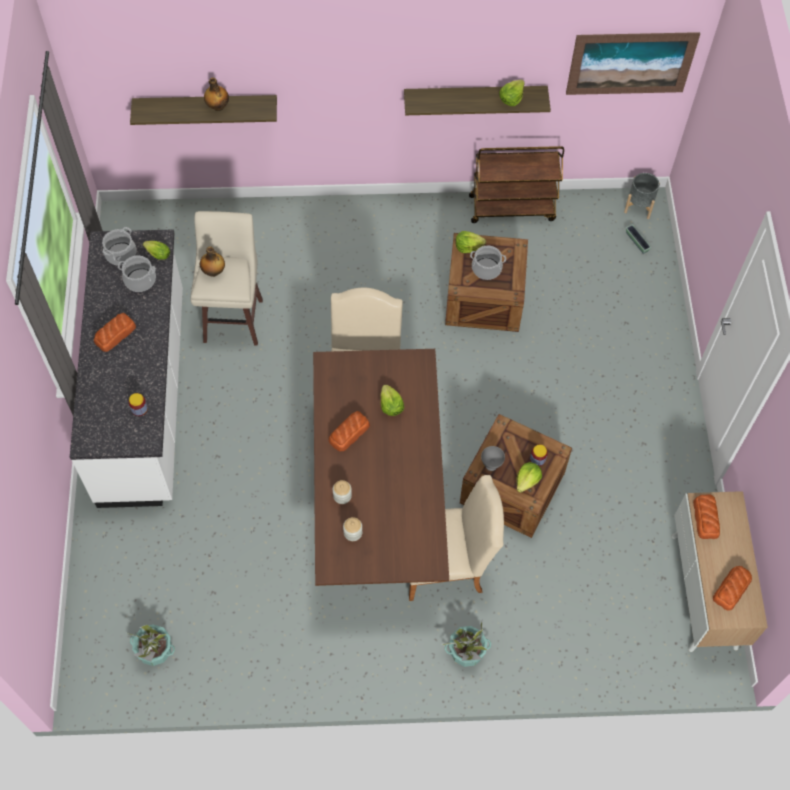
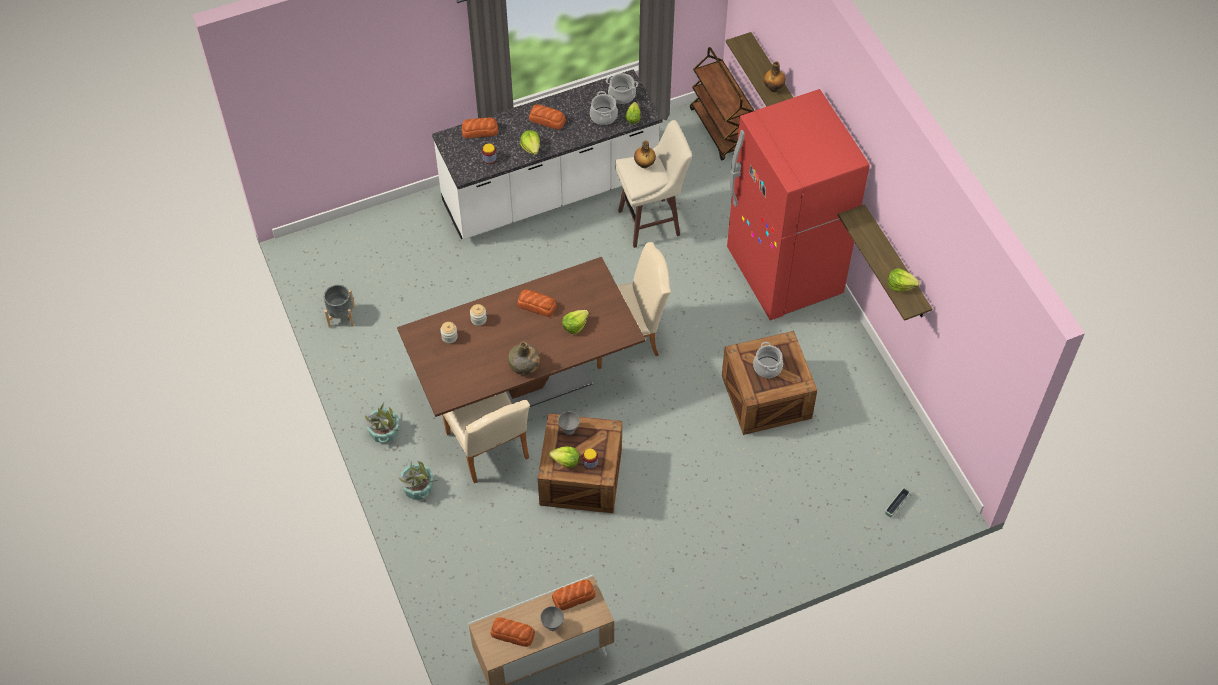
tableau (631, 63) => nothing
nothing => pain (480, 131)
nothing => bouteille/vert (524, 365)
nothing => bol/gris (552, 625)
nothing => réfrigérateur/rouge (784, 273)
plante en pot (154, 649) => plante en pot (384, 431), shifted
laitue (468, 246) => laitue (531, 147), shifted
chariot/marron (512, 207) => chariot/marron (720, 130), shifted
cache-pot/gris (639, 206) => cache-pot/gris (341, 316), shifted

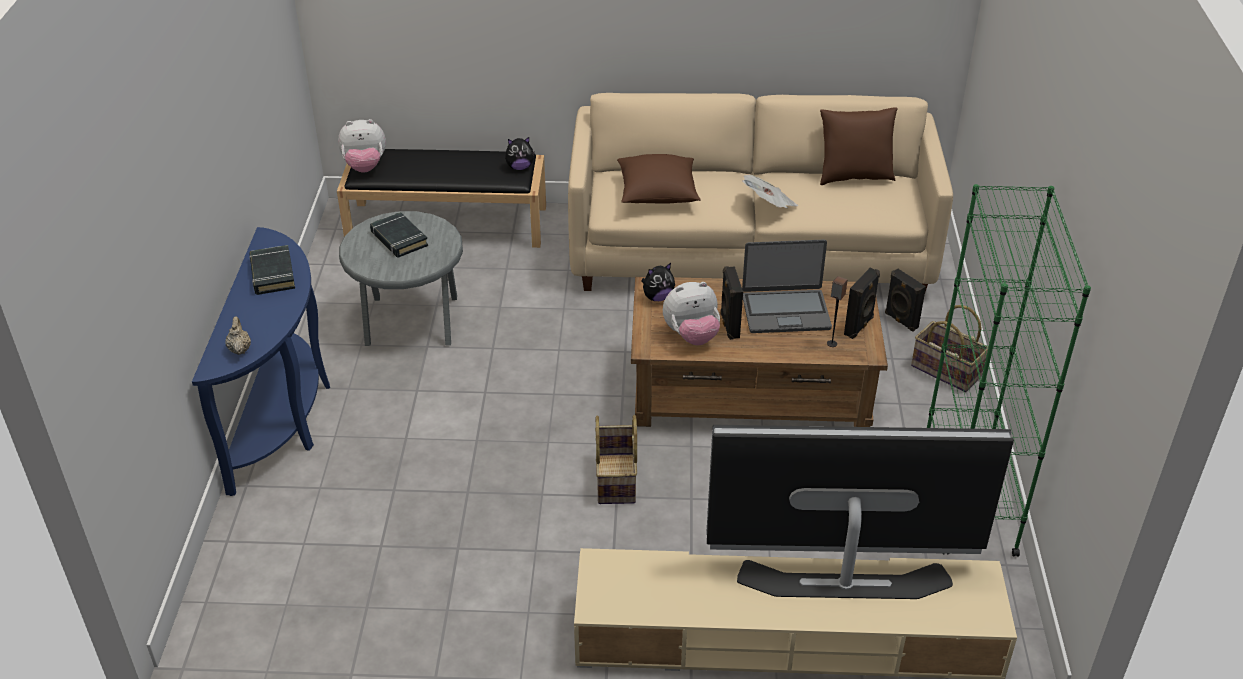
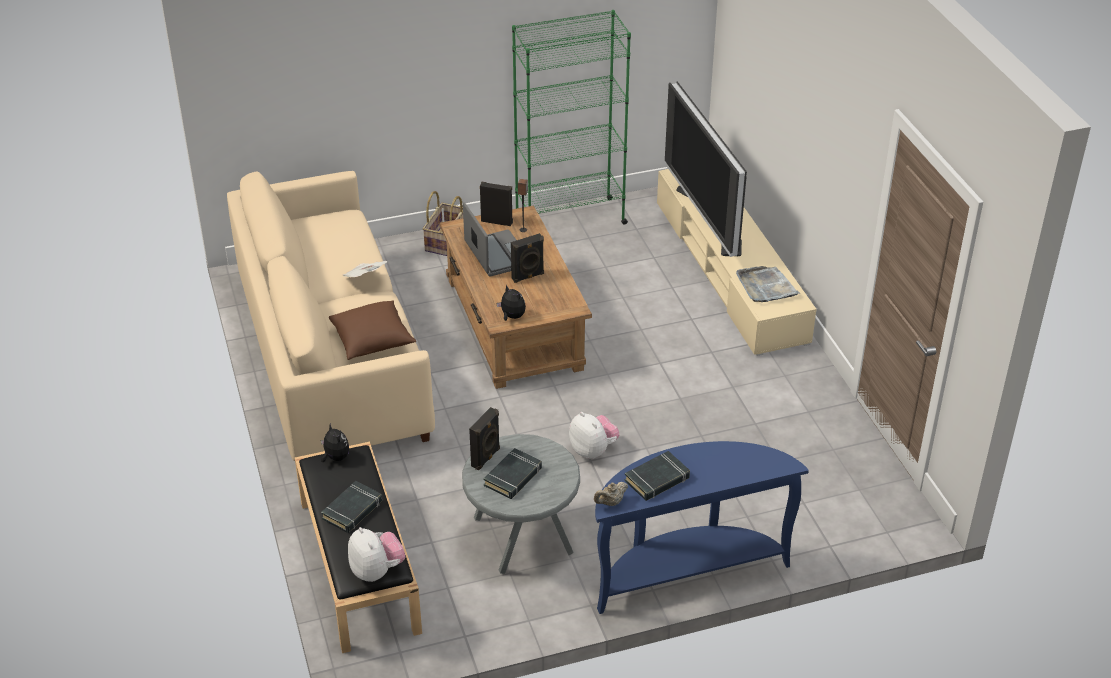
panier (617, 479) => nothing
coussin/marron (854, 177) => nothing
nothing => livre/noir (352, 510)
nothing => plateau/gris (766, 286)
théière/beige (240, 349) => théière/beige (610, 502), shifted
peluche (691, 336) => peluche (593, 450), shifted
enceinte/noir (900, 321) => enceinte/noir (486, 458), shifted

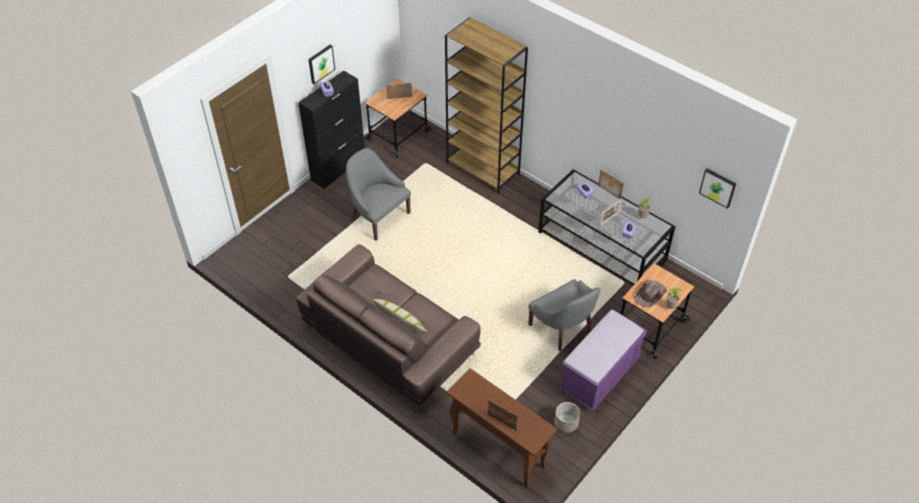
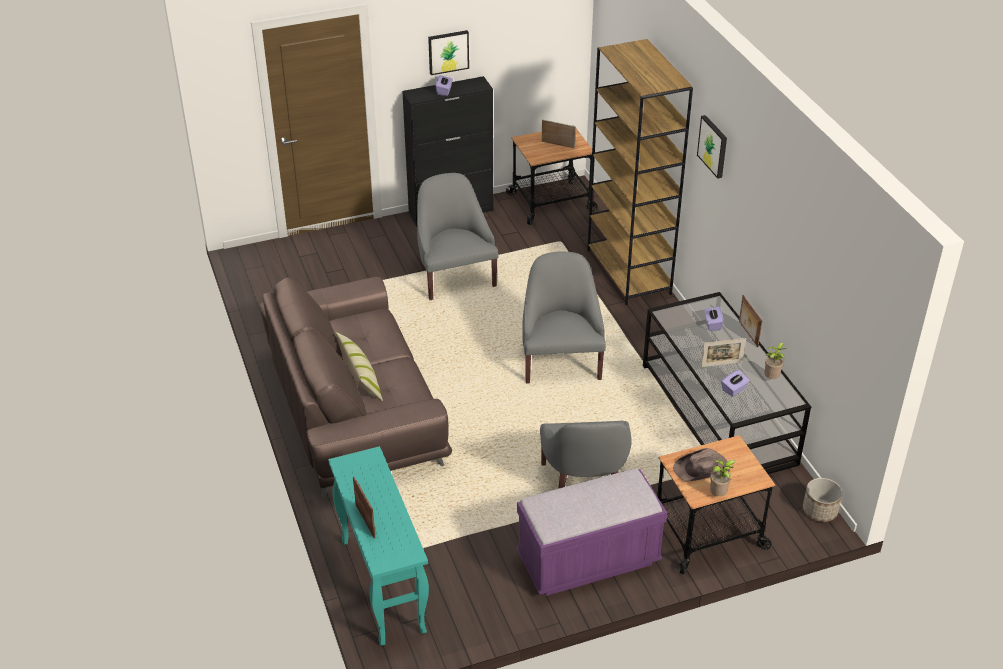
nothing => fauteuil/gris (560, 361)
cache-pot (566, 423) => cache-pot (819, 511), shifted
tableau (718, 187) => tableau (713, 146), shifted
table console/marron (497, 449) => table console/turquoise (382, 585)

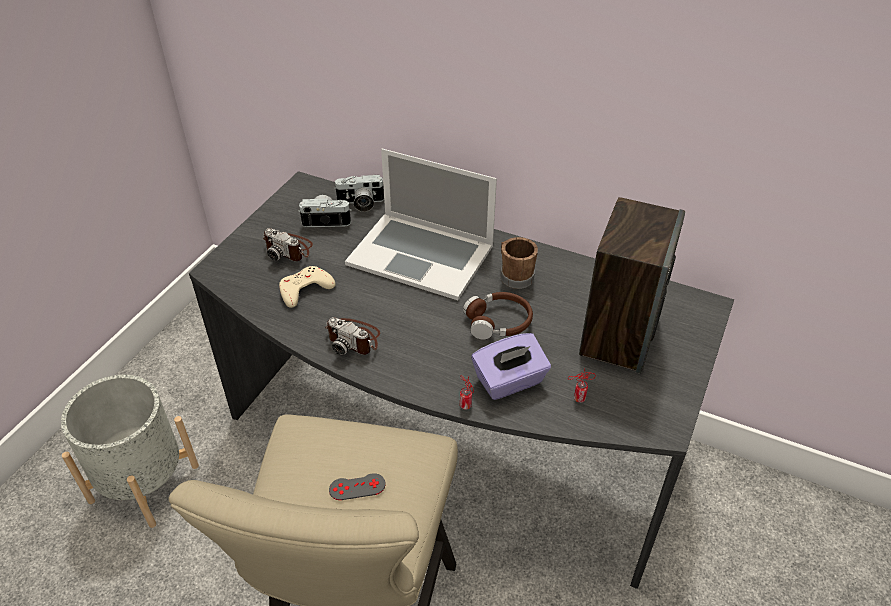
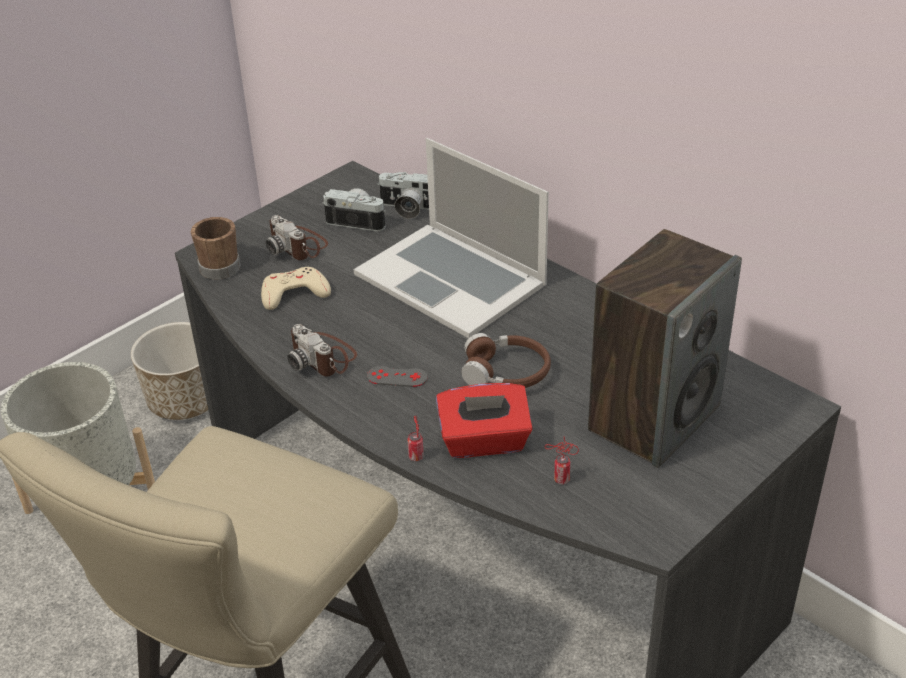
nothing => cache-pot (185, 400)
manette/gris (357, 487) => manette/gris (397, 377), shifted
mug/marron (514, 275) => mug/marron (219, 265), shifted
boîte à mouchoirs/violet (510, 381) => boîte à mouchoirs/rouge (484, 442)

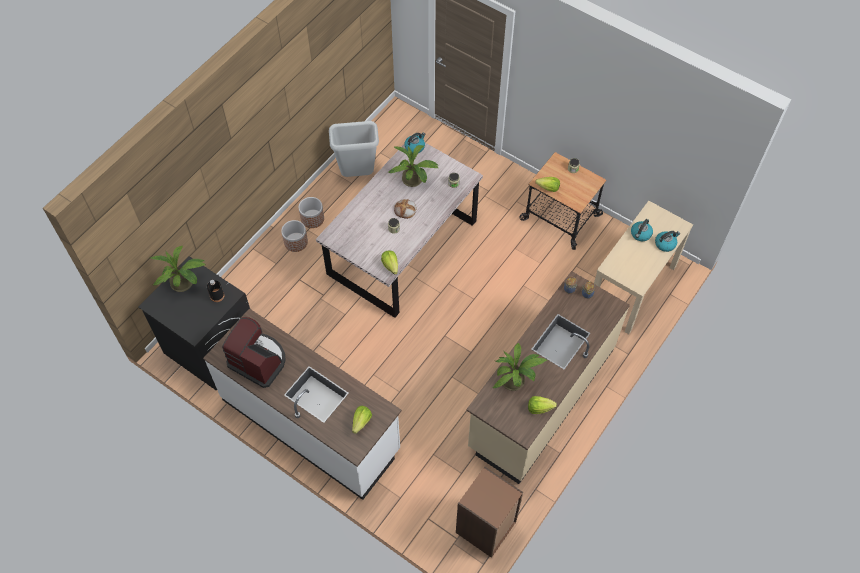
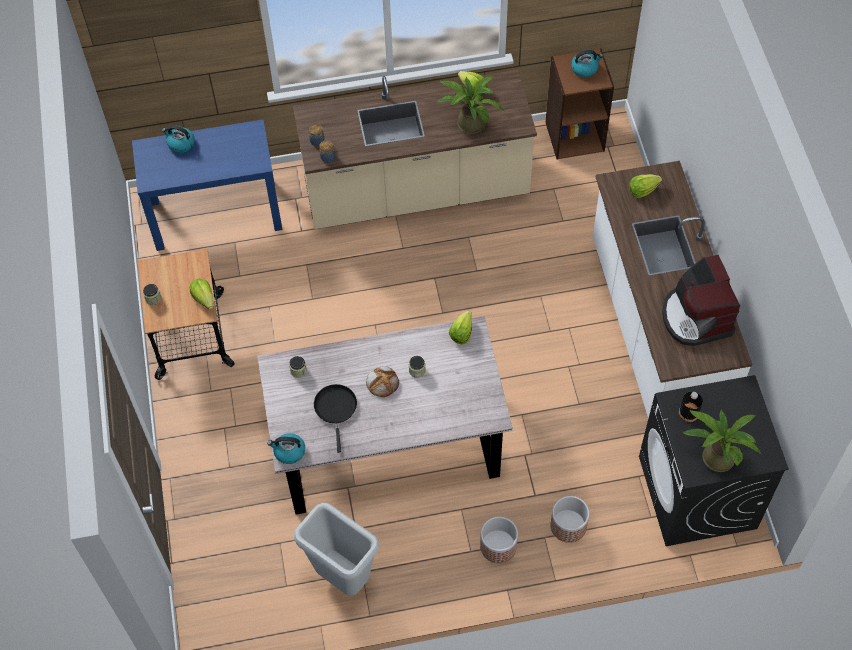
cache-pot (312, 219) => cache-pot (568, 526), shifted
bouilloire (640, 234) => bouilloire (585, 68), shifted
plante en pot (414, 181) => poêle/noir (336, 409)
table console/beige (632, 288) => table console/bleu (216, 214)

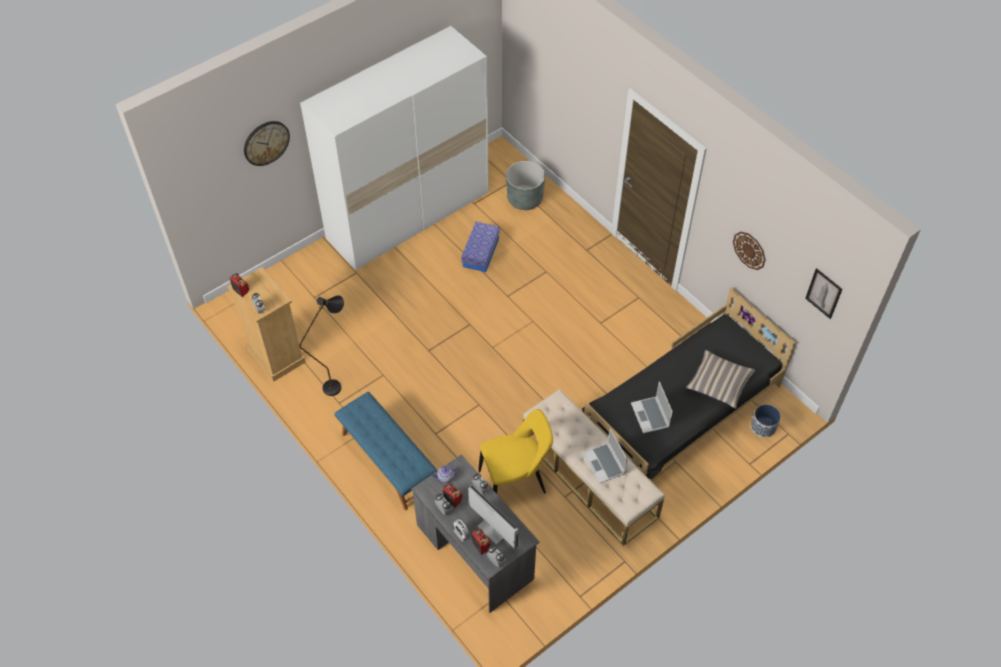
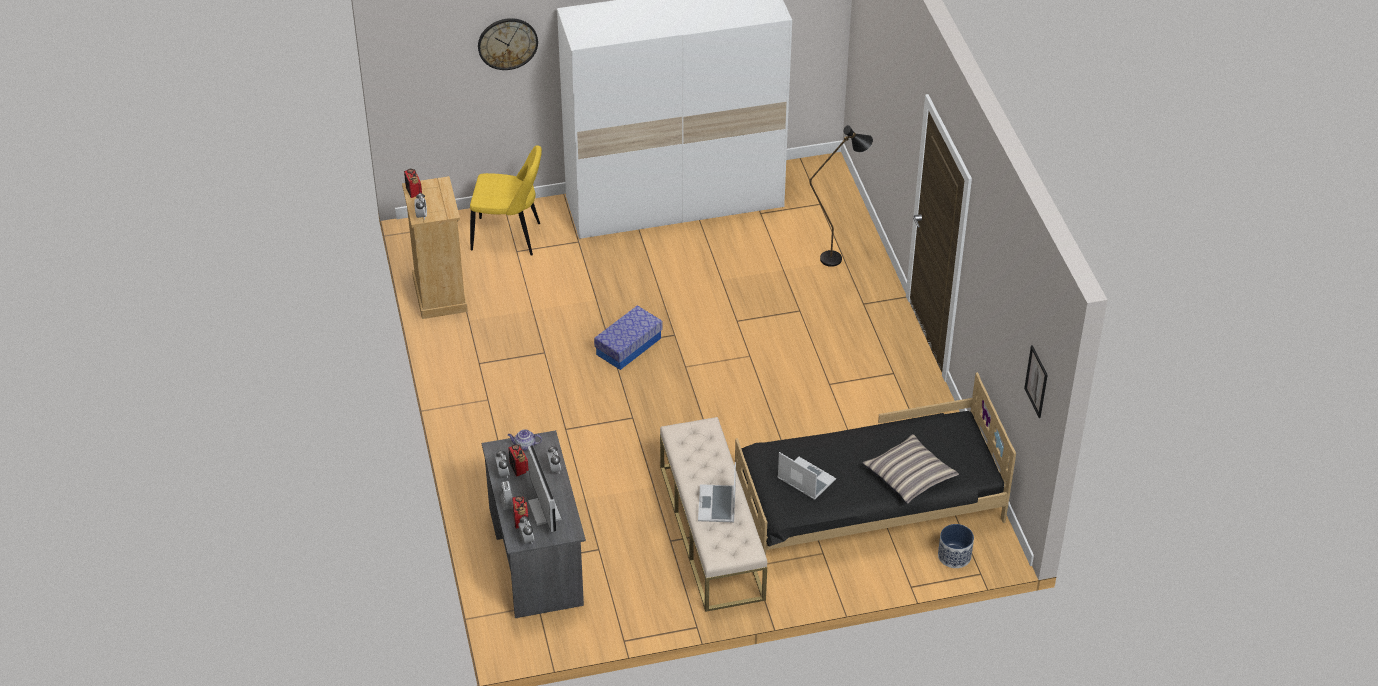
banc/bleu (387, 461) => nothing
cache-pot/gris (525, 199) => nothing
horloge murale (749, 250) => nothing
lampadaire/noir (338, 384) => lampadaire/noir (839, 258), shifted
boîte de rangement (480, 252) => boîte de rangement (628, 346), shifted
chaise/jaune (515, 481) => chaise/jaune (509, 237), shifted
ordinateur portable (650, 416) => ordinateur portable (805, 479), 120 degrees clockwise

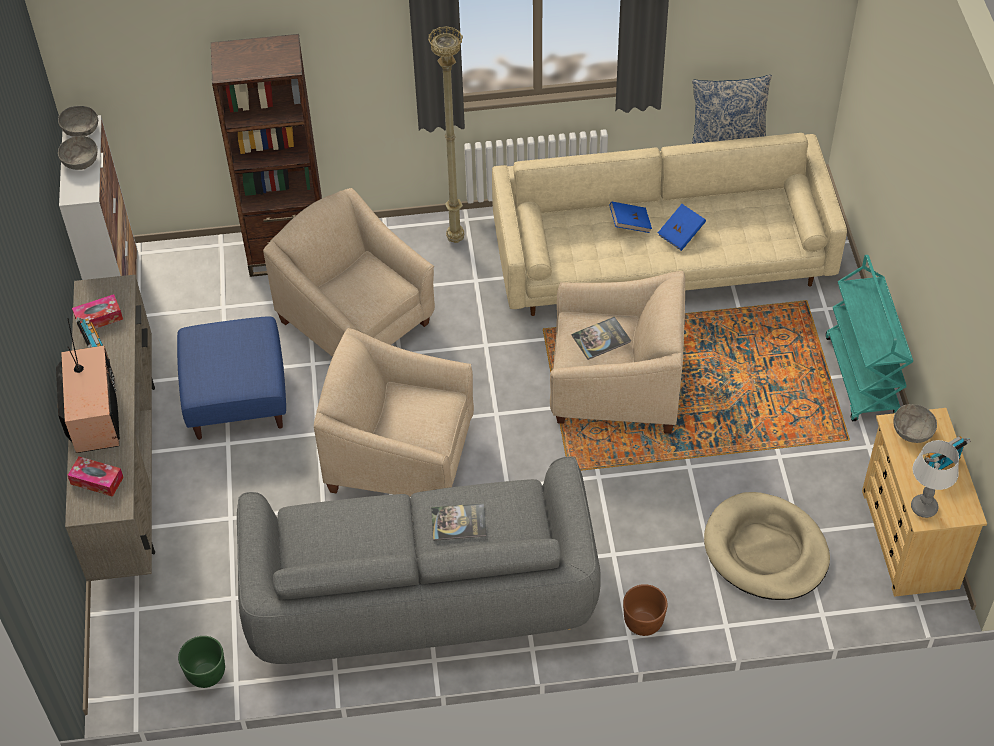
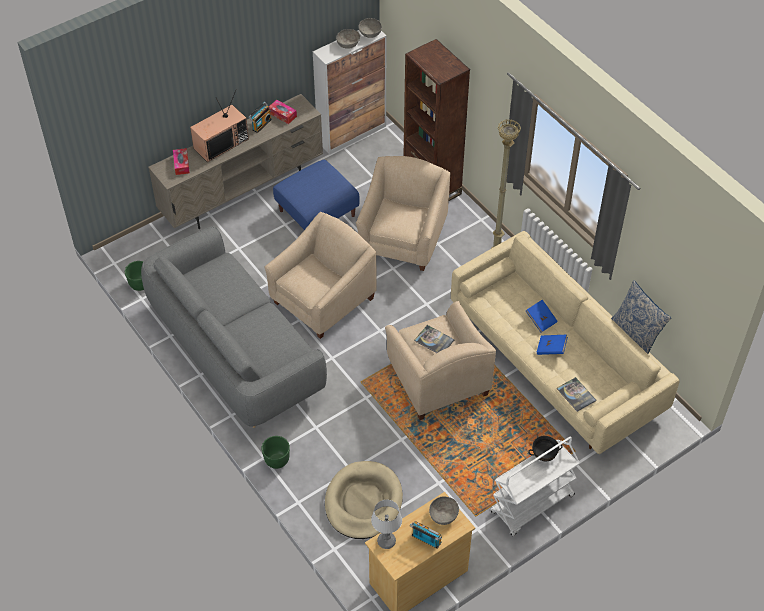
nothing => bol/noir (544, 456)
livre (458, 522) => livre (576, 395), shifted
cache-pot/marron (643, 623) => cache-pot/vert (276, 460)
chariot/turquoise (862, 377) => chariot/blanc (532, 505)
fauteuil/beige (400, 456) => fauteuil/beige (323, 300), 60 degrees clockwise

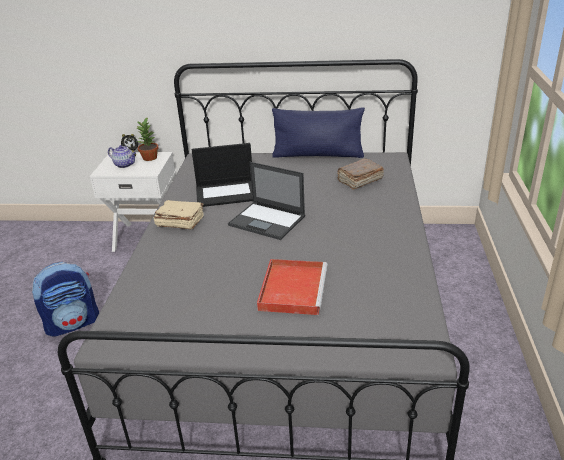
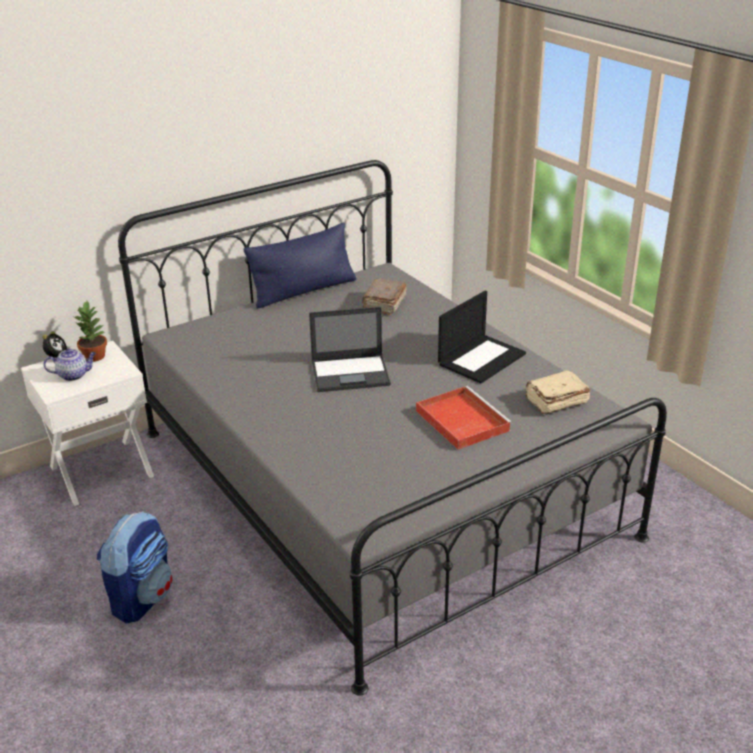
livre/beige (179, 222) => livre/beige (555, 401), shifted
ordinateur portable (227, 193) => ordinateur portable (481, 358), shifted

